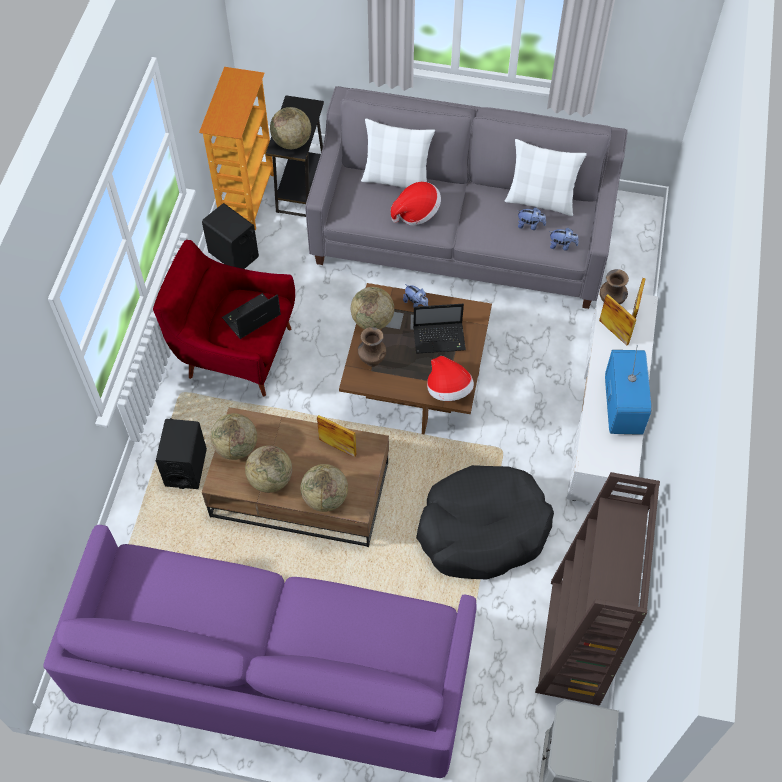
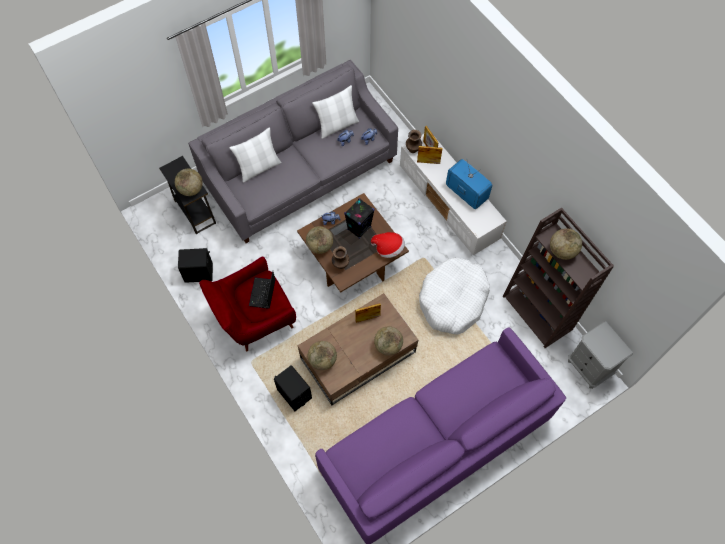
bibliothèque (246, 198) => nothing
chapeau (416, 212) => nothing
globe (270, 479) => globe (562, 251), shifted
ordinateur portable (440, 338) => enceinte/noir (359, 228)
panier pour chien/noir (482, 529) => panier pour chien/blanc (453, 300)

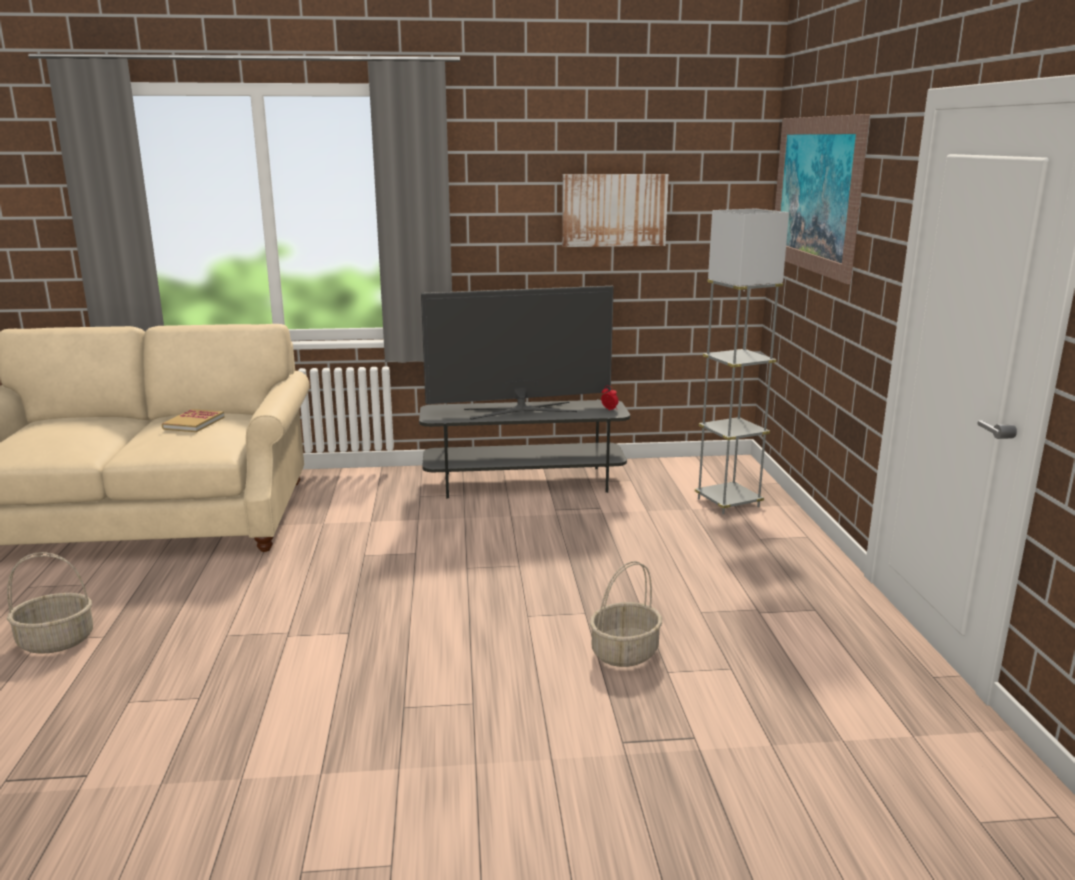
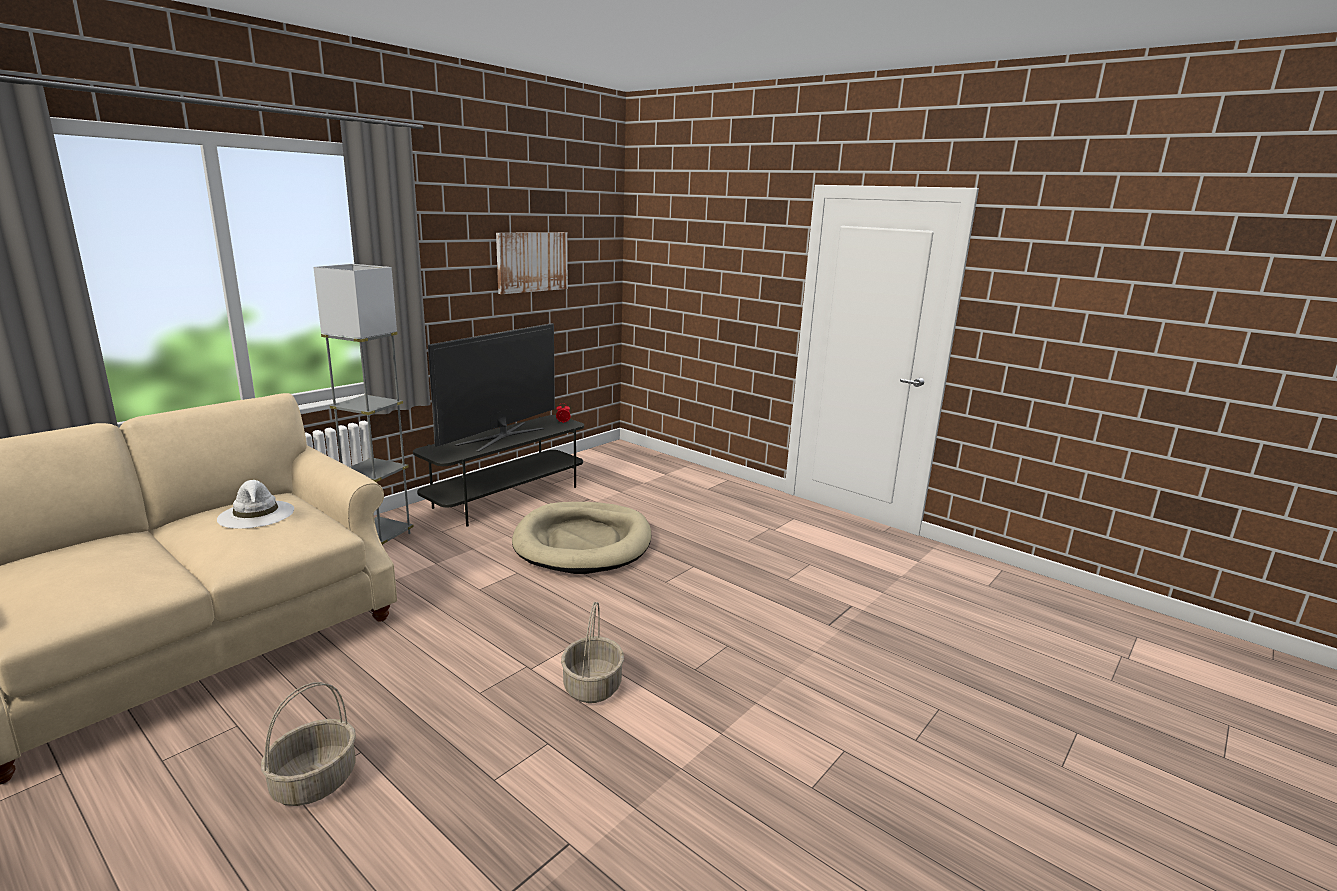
tableau (815, 194) => nothing
nothing => panier pour chien/beige (583, 542)
panier (625, 652) => panier (592, 686), shifted
lampadaire/gris (728, 502) => lampadaire/gris (380, 537), shifted
livre (194, 423) => chapeau/blanc (257, 514)

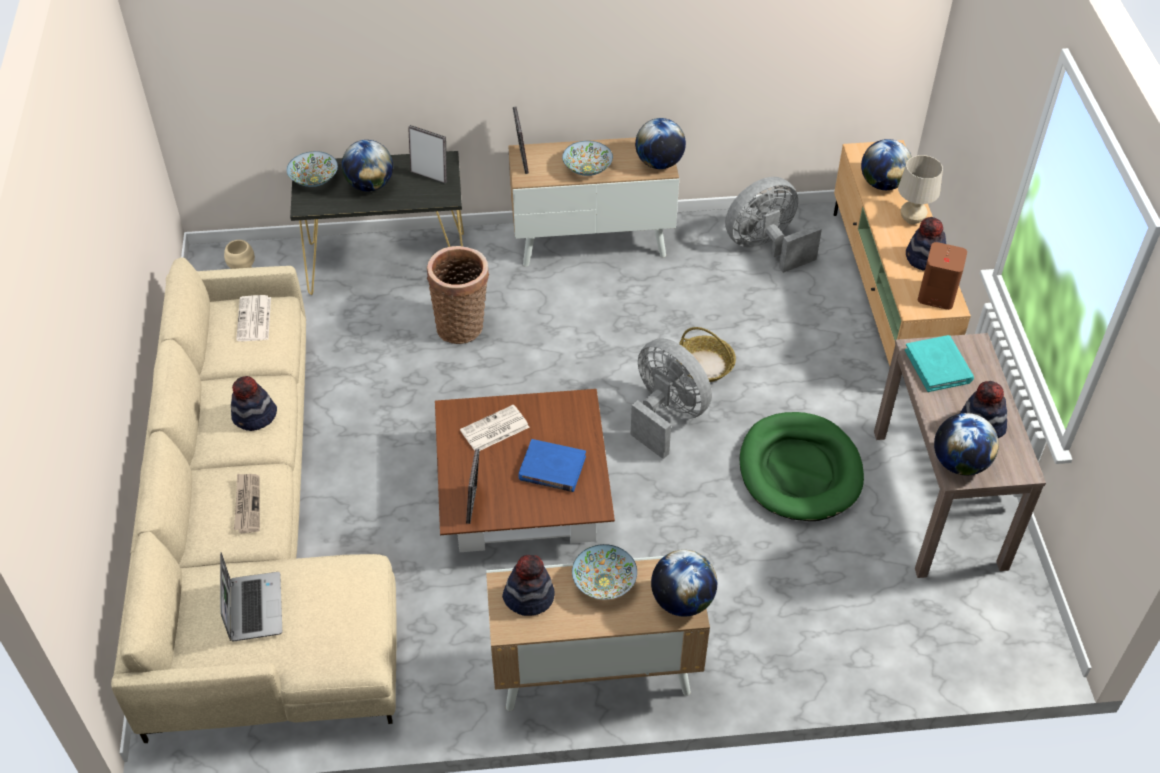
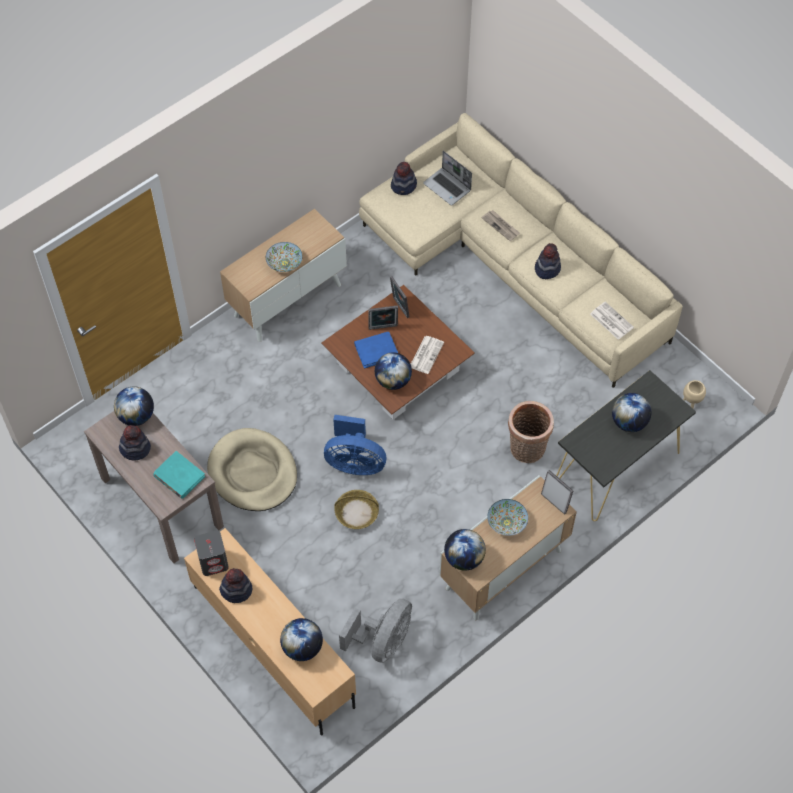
bol (314, 180) => nothing
lampe de table/beige (911, 219) => nothing
cadre photo (430, 175) => cadre photo (383, 328), shifted
chapeau (529, 597) => chapeau (404, 186), shifted
globe (682, 601) => globe (393, 380), shifted
ventilateur/gris (666, 415) => ventilateur/bleu (354, 462)
panier pour chien/vert (799, 470) => panier pour chien/beige (253, 472)
enceinte/marron (936, 295) => enceinte/gris (214, 562)

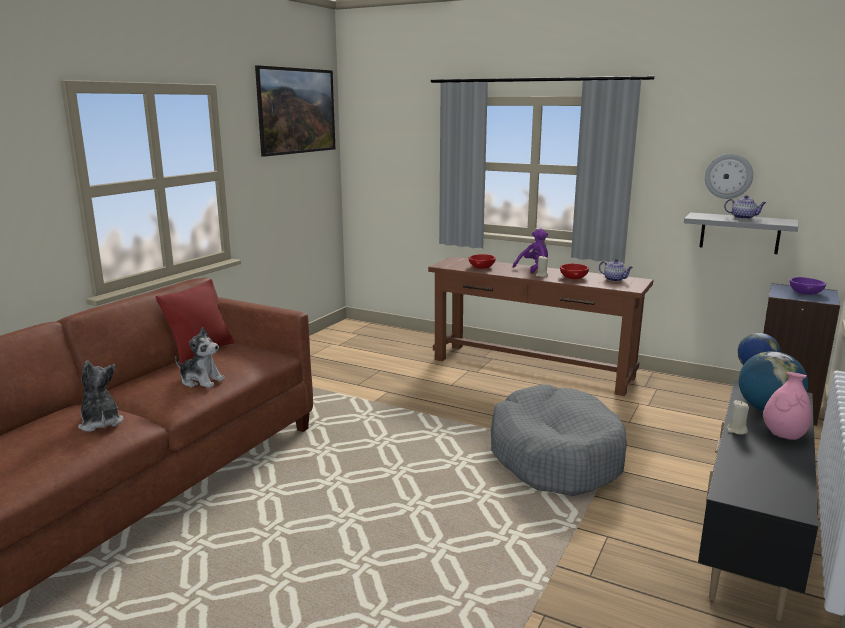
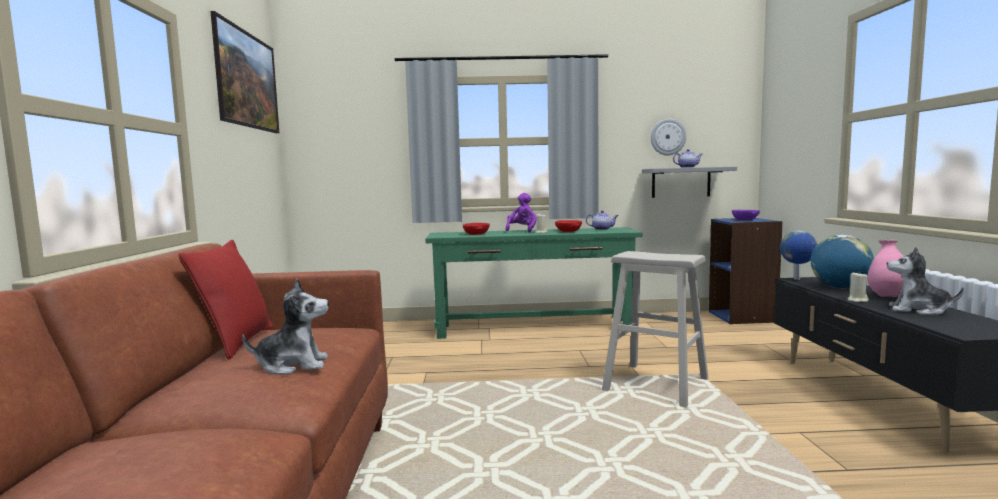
peluche (100, 423) => peluche (918, 310), shifted
panier pour chien/gris (554, 456) => tabouret/beige (656, 384)
table console/marron (531, 368) => table console/vert (533, 328)

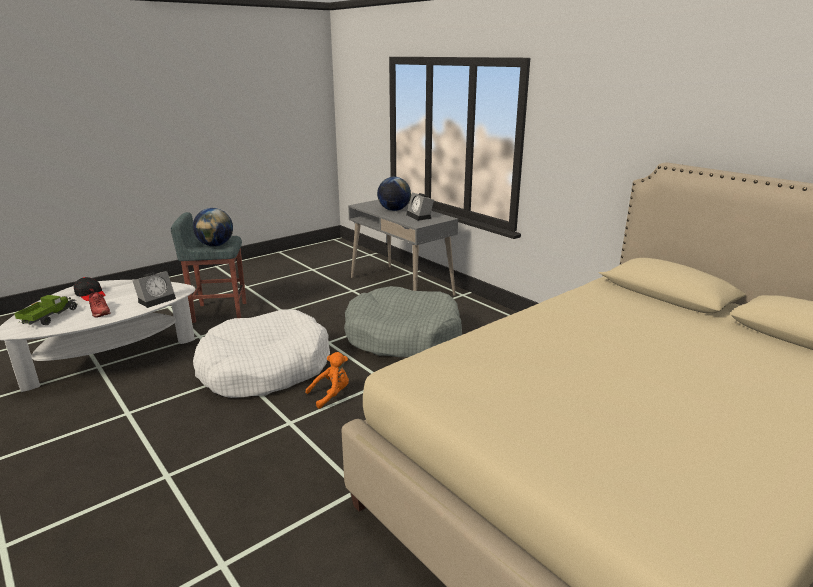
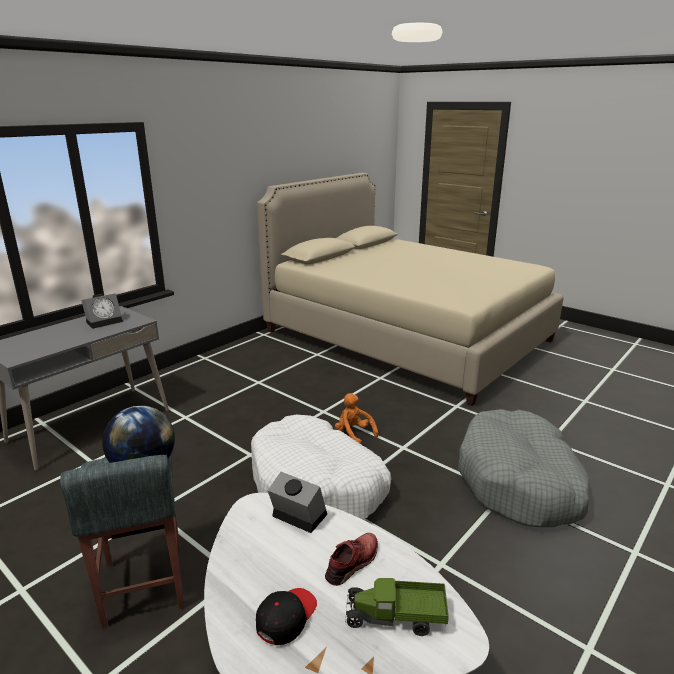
globe (394, 210) => nothing
panier pour chien/gris (403, 337) => panier pour chien/gris (520, 482), shifted

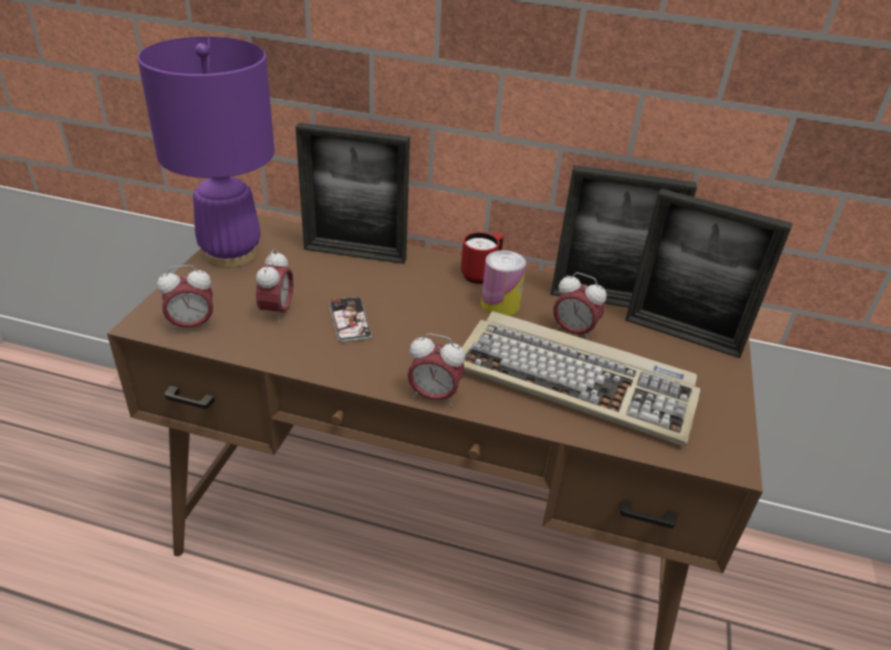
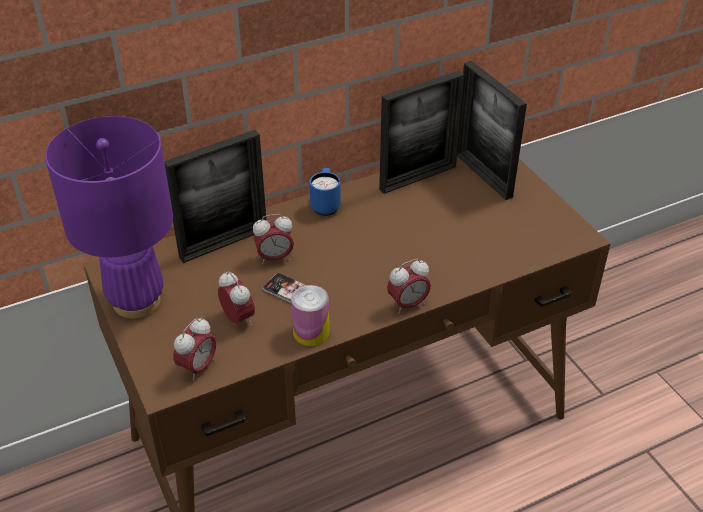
clavier (577, 381) => nothing
boîte métallique (500, 305) => boîte métallique (311, 332), shifted
réveil (573, 332) => réveil (274, 258), shifted
mug/rouge (482, 274) => mug/bleu (325, 205)
cadre photo (682, 335) => cadre photo (483, 175), 75 degrees clockwise

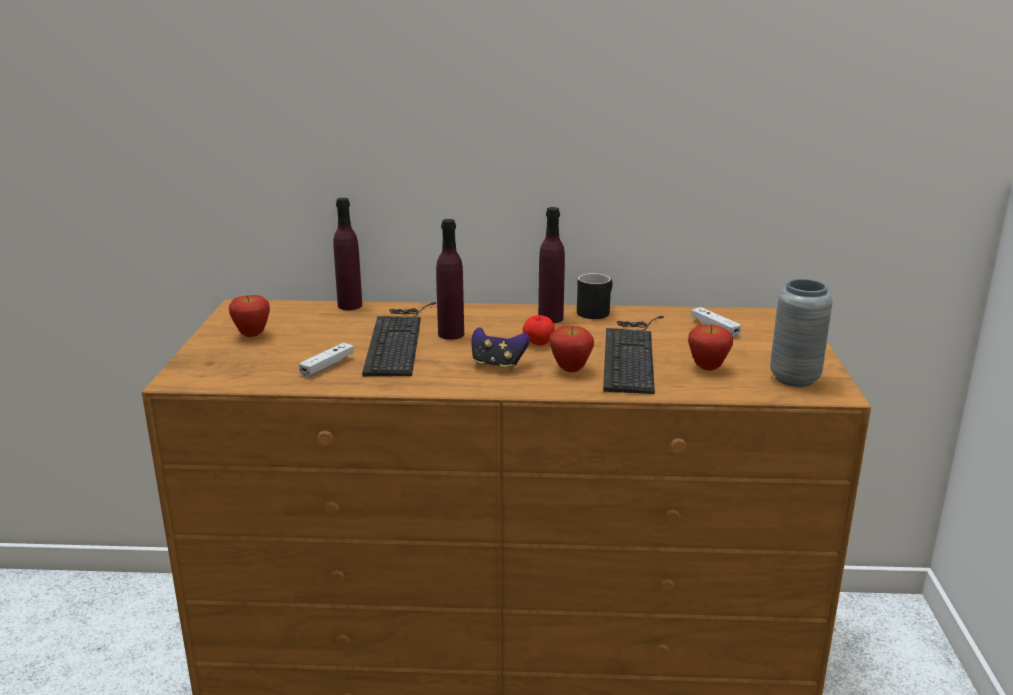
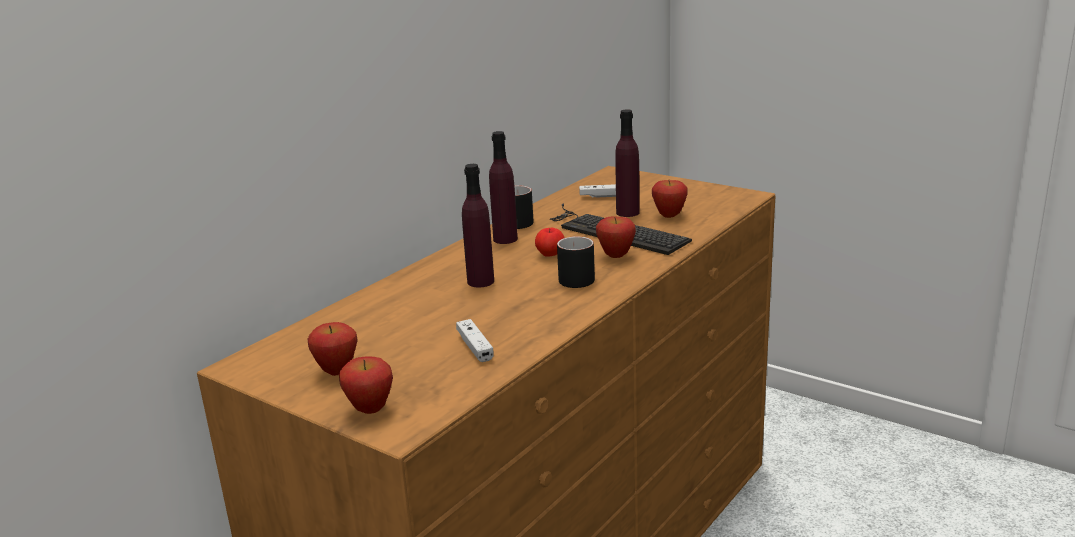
clavier (398, 339) => nothing
vase/gris (794, 379) => nothing
nothing => pomme (370, 410)
bouteille/violet (350, 305) => bouteille/violet (627, 212), shifted
manette (498, 365) => mug/noir (571, 278)

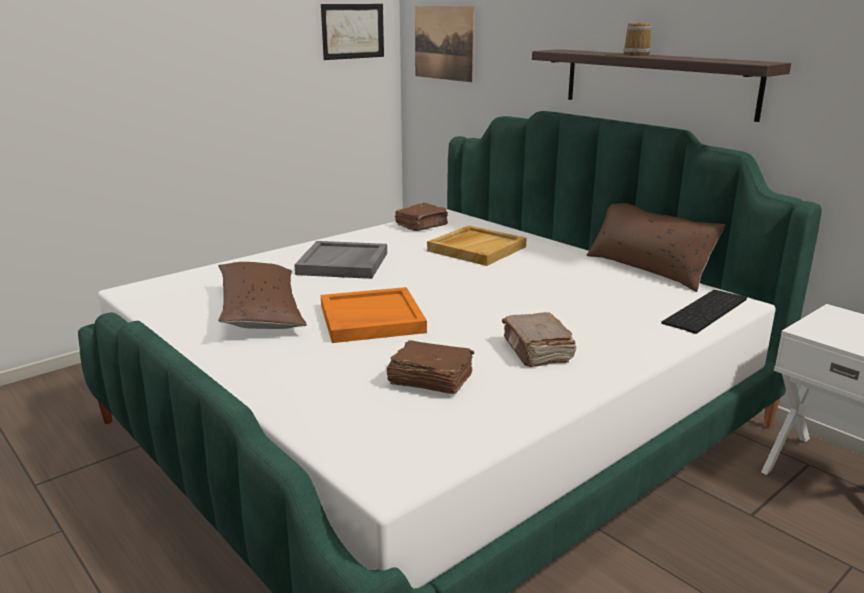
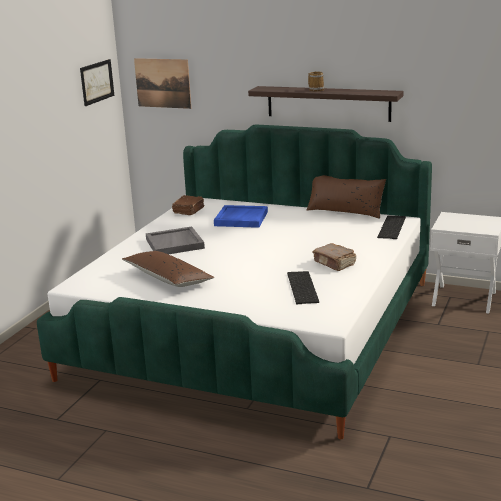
plateau/orange (371, 319) => nothing
livre/marron (429, 380) => clavier (301, 287)
plateau/beige (476, 248) => plateau/bleu (241, 218)

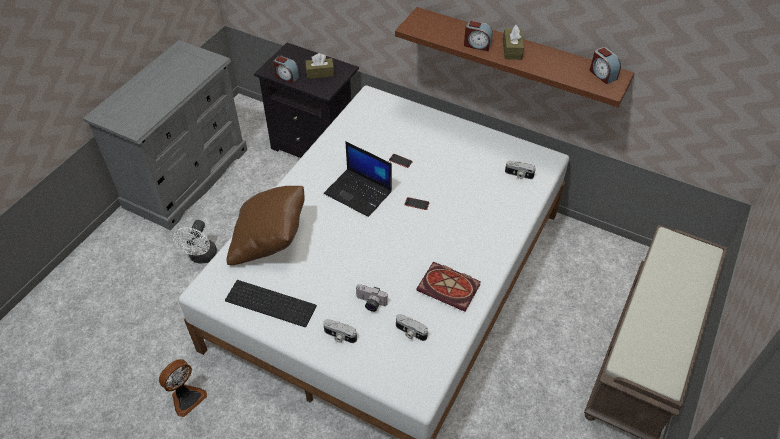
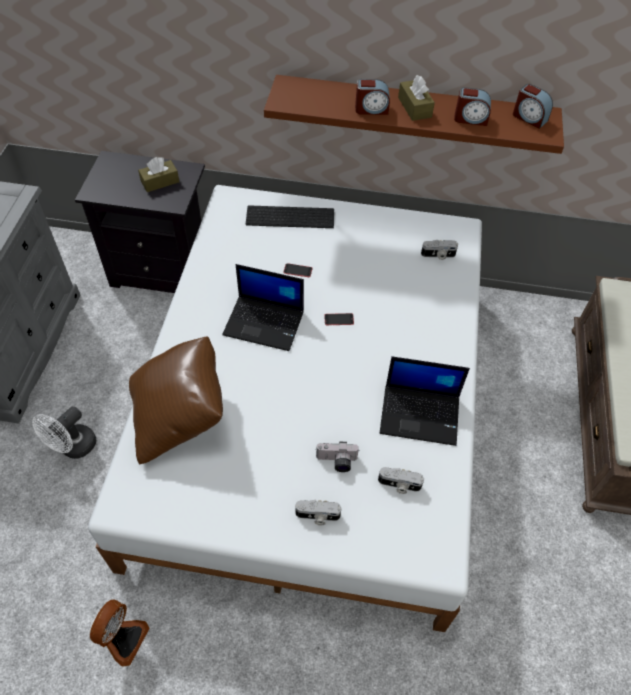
clavier (272, 302) => clavier (291, 216), shifted
réveil (286, 76) => réveil (470, 119), shifted
livre (450, 287) => ordinateur portable (421, 414)
ventilateur/blanc (201, 257) => ventilateur/blanc (73, 448), 45 degrees clockwise

